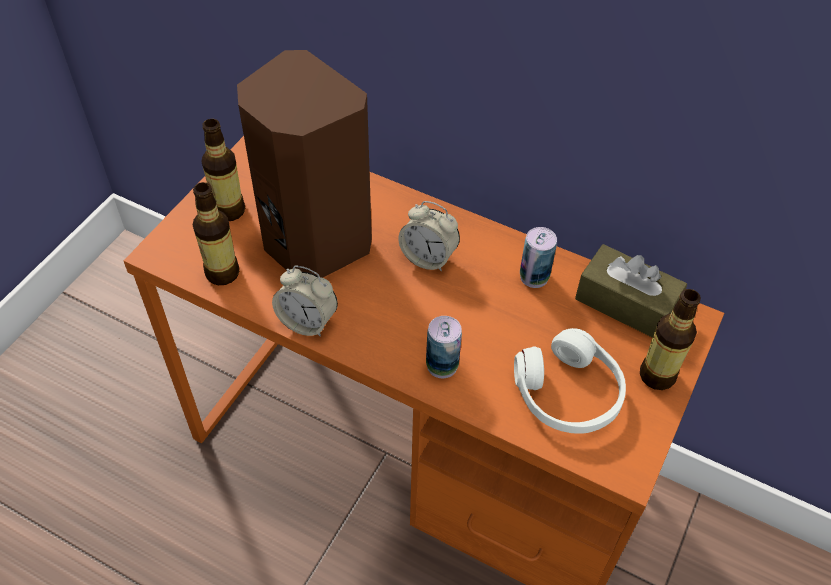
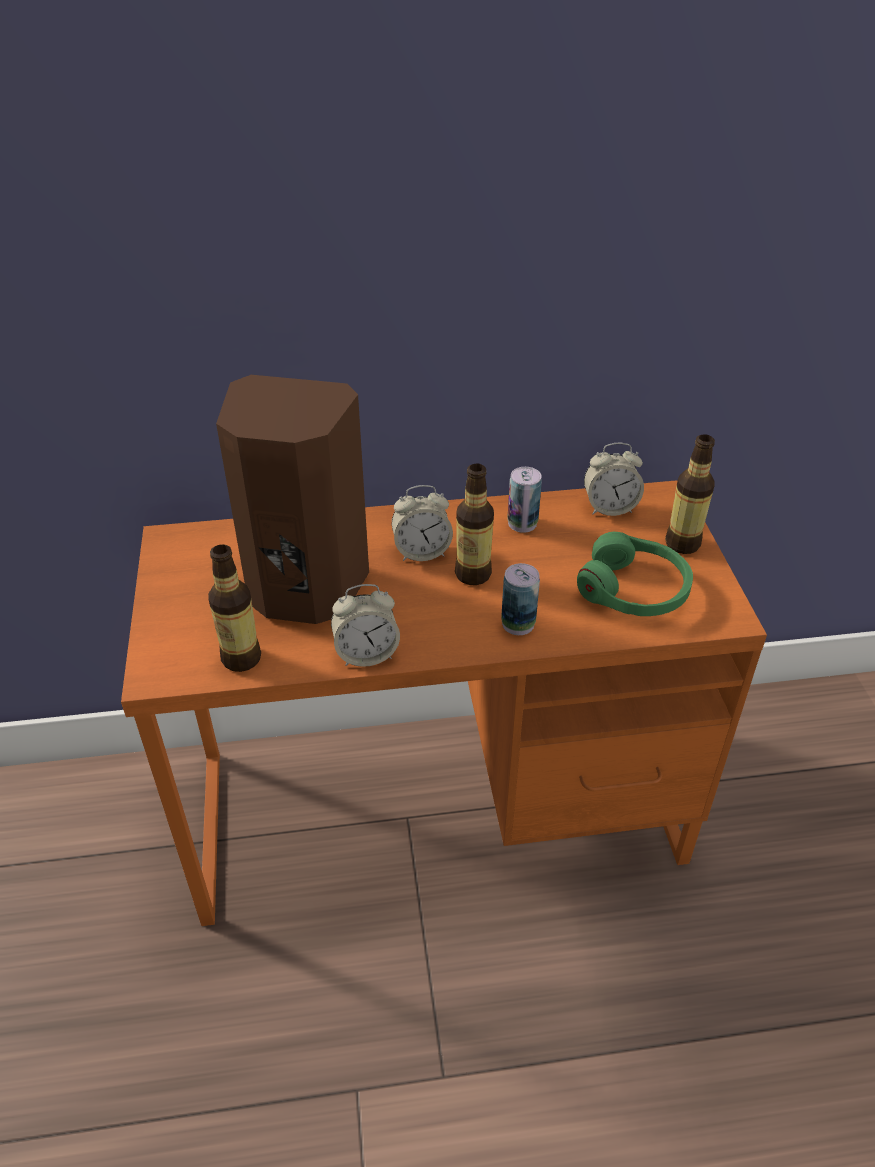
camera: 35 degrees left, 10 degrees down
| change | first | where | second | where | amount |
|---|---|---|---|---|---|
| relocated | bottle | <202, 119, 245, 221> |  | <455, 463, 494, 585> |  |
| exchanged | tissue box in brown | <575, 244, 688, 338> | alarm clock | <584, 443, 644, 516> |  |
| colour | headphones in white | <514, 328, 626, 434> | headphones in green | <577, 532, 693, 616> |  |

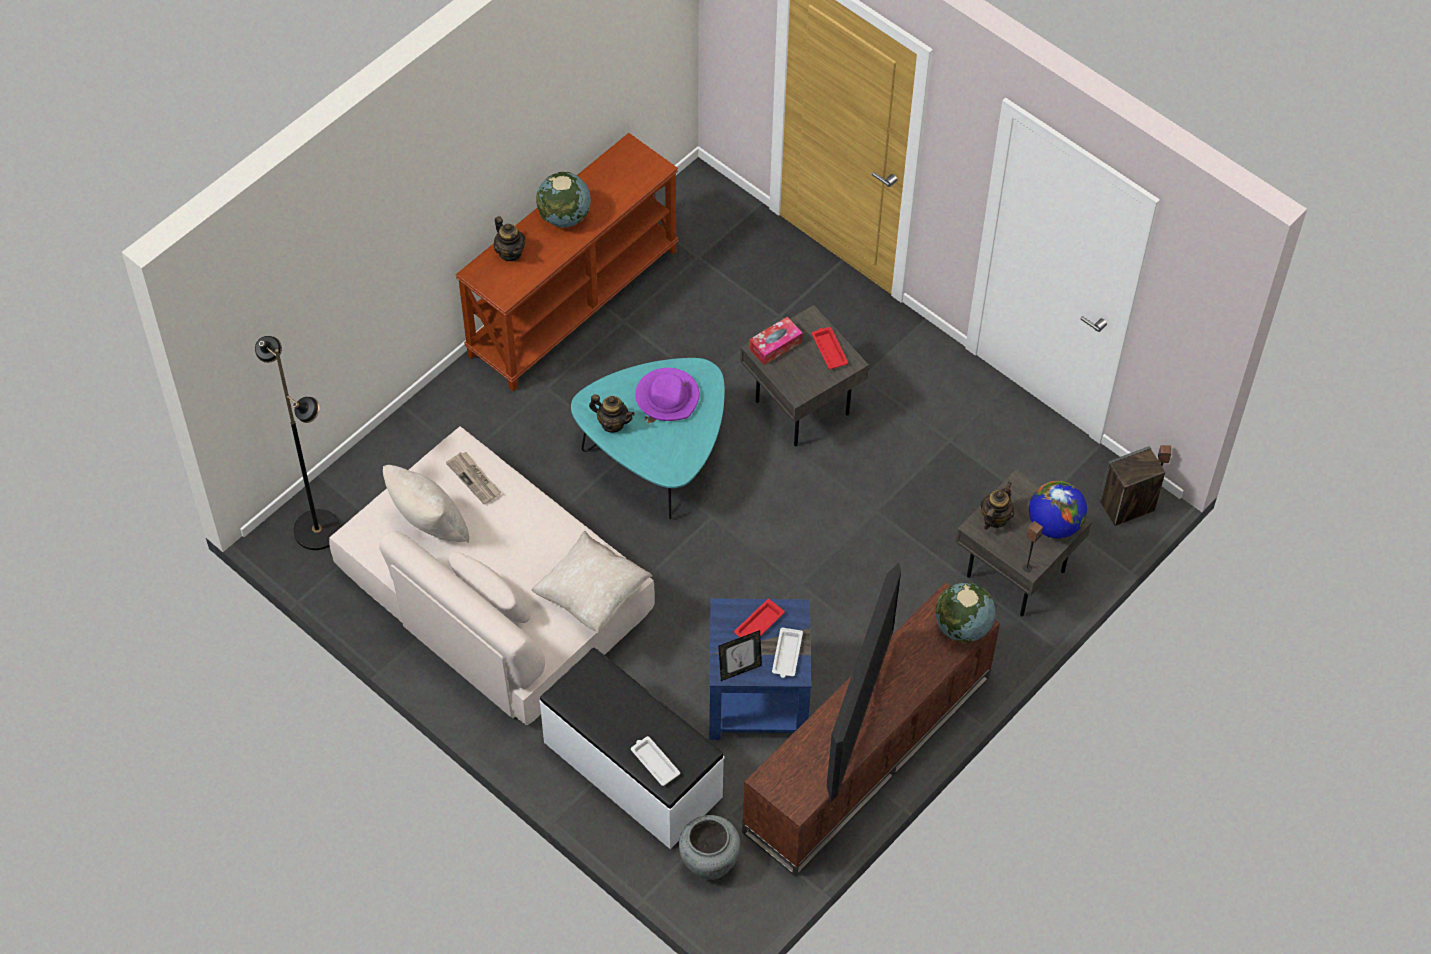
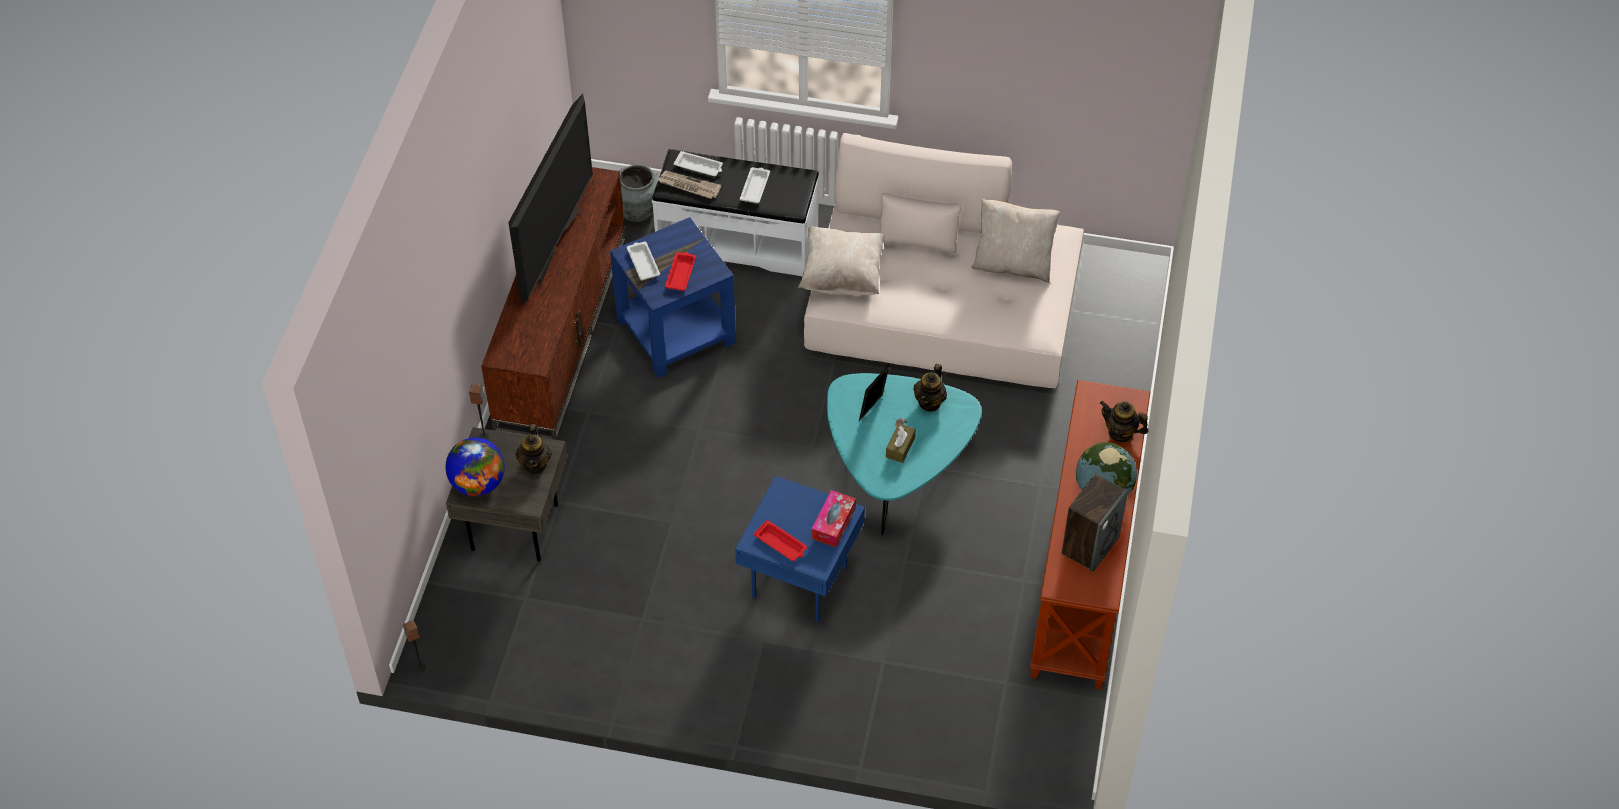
camera: 150 degrees right, 5 degrees down
| change | first | where | second | where | amount |
|---|---|---|---|---|---|
| missing | floor lamp in black | <255, 336, 341, 550> |  |  |  |
| missing | globe | <935, 583, 995, 643> |  |  |  |
| appeared |  |  | tray in white | <740, 167, 770, 203> |  |
| relocated | newspaper | <446, 452, 501, 505> |  | <658, 171, 721, 199> |  |
| relocated | picture frame | <718, 630, 762, 681> |  | <859, 363, 890, 421> |  |
| relocated | speaker | <1099, 446, 1165, 526> |  | <1062, 474, 1128, 572> |  |
| exchanged | hat in purple | <635, 368, 700, 421> | tissue box in brown | <886, 423, 916, 463> |  |
| colour | side table in grey | <740, 305, 869, 446> | side table in blue | <735, 476, 865, 622> |  |
| spun | teapot | <589, 394, 635, 433> |  | <913, 364, 947, 412> | 60 degrees counterclockwise |
| spun | television | <827, 562, 901, 802> |  | <508, 94, 593, 305> | 150 degrees counterclockwise |

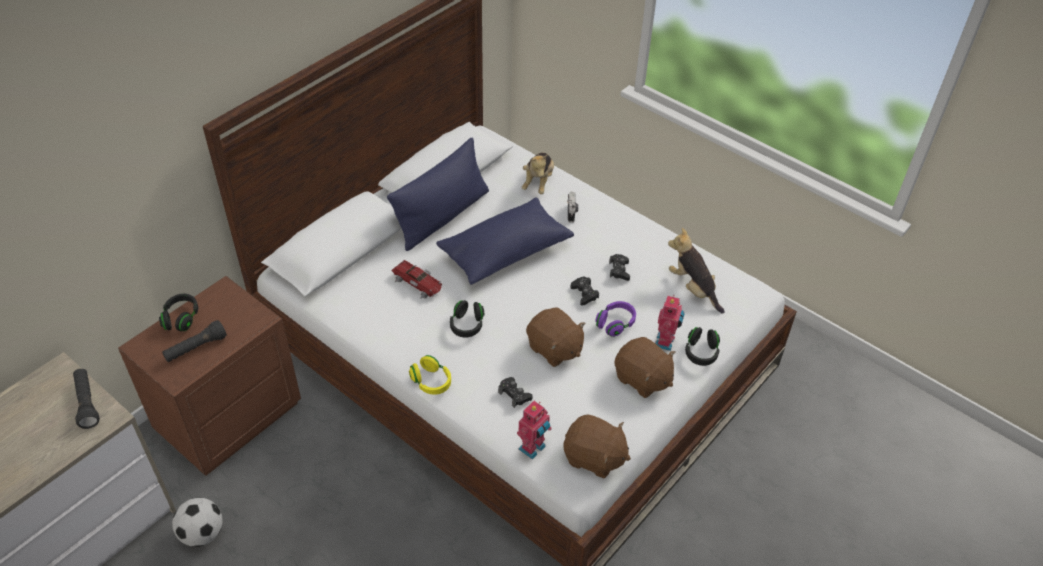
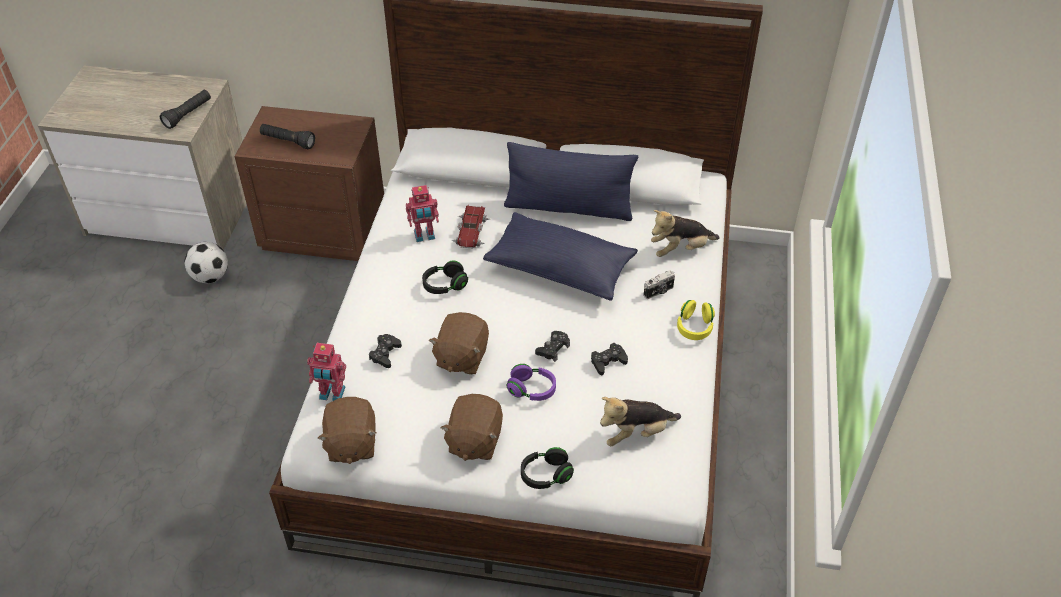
camera: 60 degrees right, 0 degrees up
| change | first | where | second | where | amount |
|---|---|---|---|---|---|
| missing | headphones in black | <159, 294, 198, 331> |  |  |  |
| relocated | headphones in yellow | <409, 355, 451, 395> |  | <677, 300, 715, 340> |  |
| relocated | toy robot | <655, 295, 685, 351> |  | <406, 185, 439, 242> |  |
| spun | plush toy | <668, 228, 725, 314> |  | <600, 397, 681, 446> | 135 degrees counterclockwise |

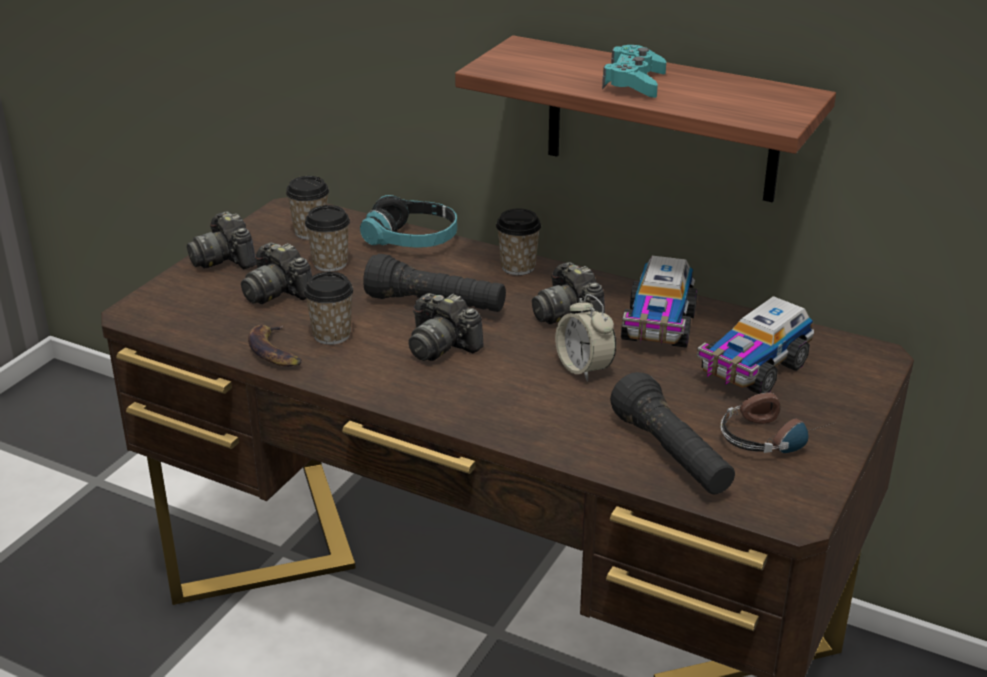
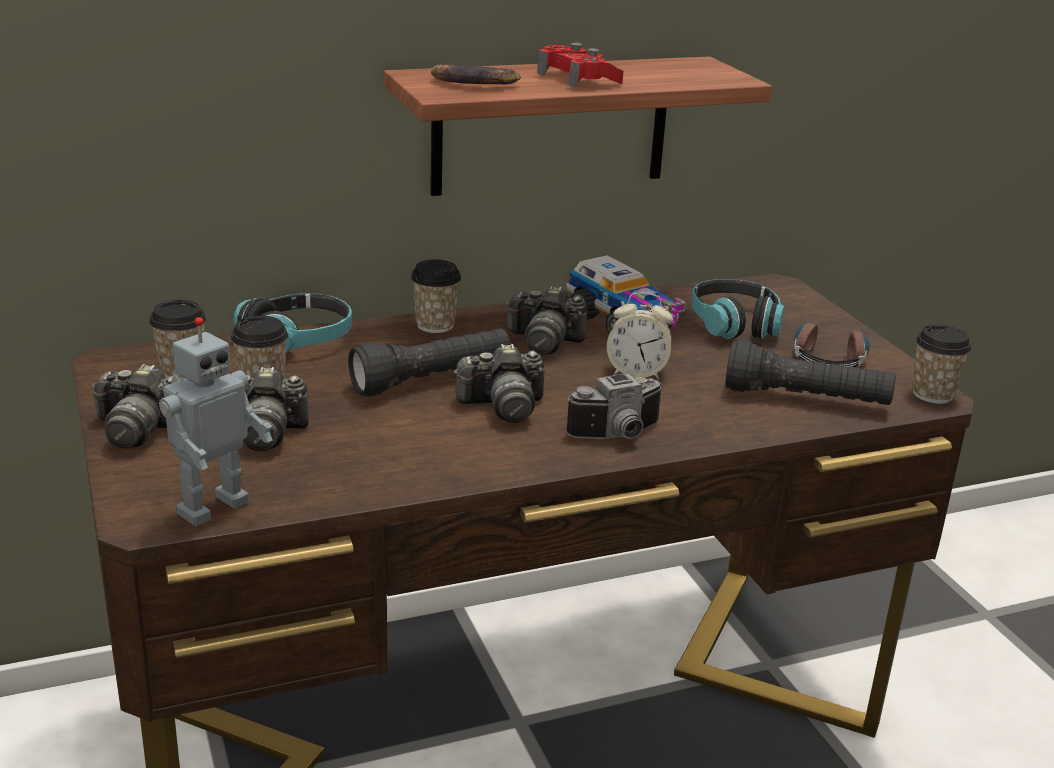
camera: 50 degrees left, 5 degrees down
| change | first | where | second | where | amount |
|---|---|---|---|---|---|
| appeared |  |  | toy robot | <159, 317, 273, 526> |  |
| appeared |  |  | photo camera | <566, 373, 663, 439> |  |
| relocated | banana | <248, 325, 302, 367> |  | <431, 64, 521, 84> |  |
| relocated | cup | <304, 272, 353, 345> |  | <912, 324, 972, 404> |  |
| exchanged | toy truck | <697, 296, 814, 394> | headphones | <691, 279, 784, 339> |  |
| colour | game controller in turquoise | <602, 45, 666, 98> | game controller in red | <537, 43, 623, 88> |  |

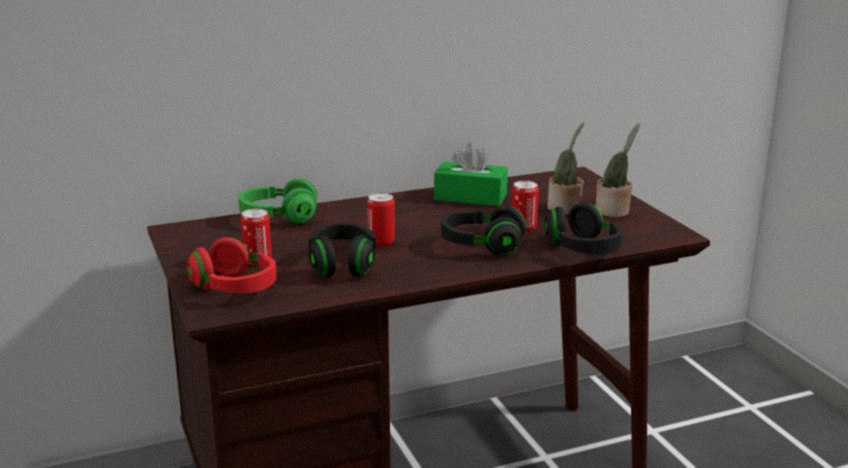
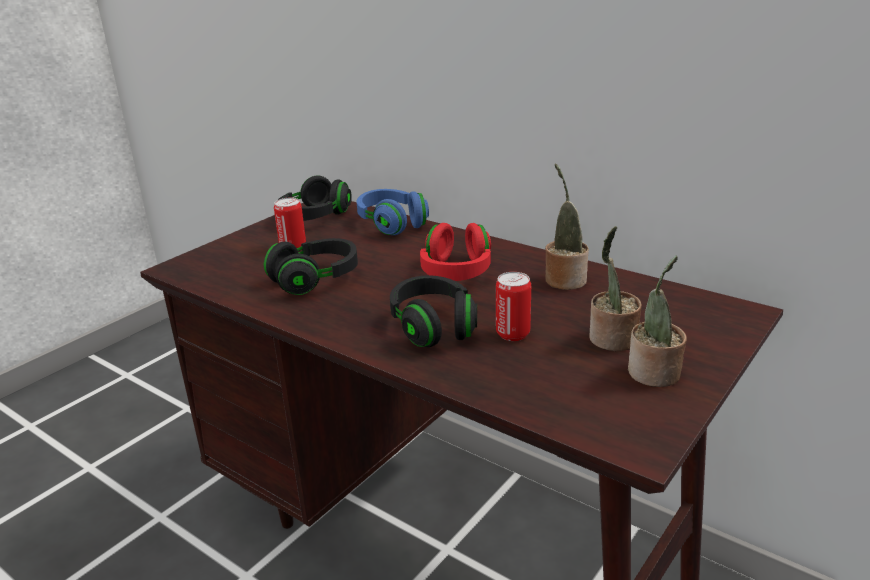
camera: 60 degrees right, 5 degrees up
| change | first | where | second | where | amount |
|---|---|---|---|---|---|
| missing | can | <367, 193, 395, 247> |  |  |  |
| relocated | headphones in red | <186, 237, 277, 293> |  | <420, 223, 491, 281> |  |
| relocated | headphones in black | <544, 202, 623, 255> |  | <278, 175, 352, 221> |  |
| exchanged | tissue box in green | <434, 143, 508, 206> | potted plant | <545, 164, 589, 290> |  |
| colour | headphones in green | <238, 178, 317, 224> | headphones in blue | <357, 189, 429, 235> |  |

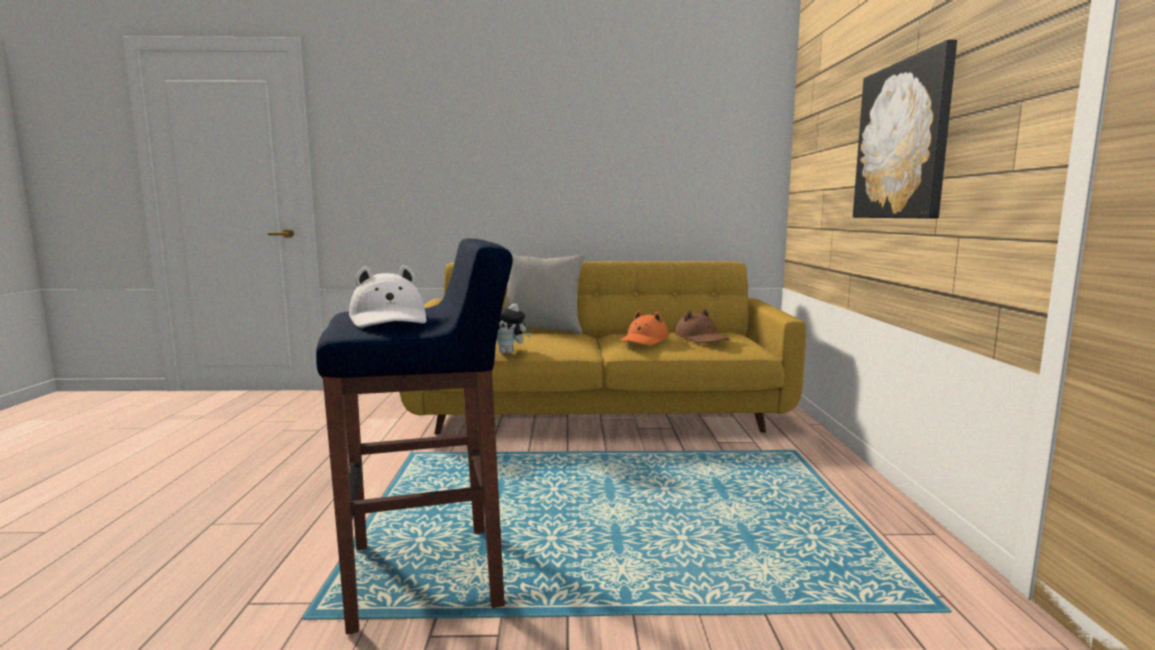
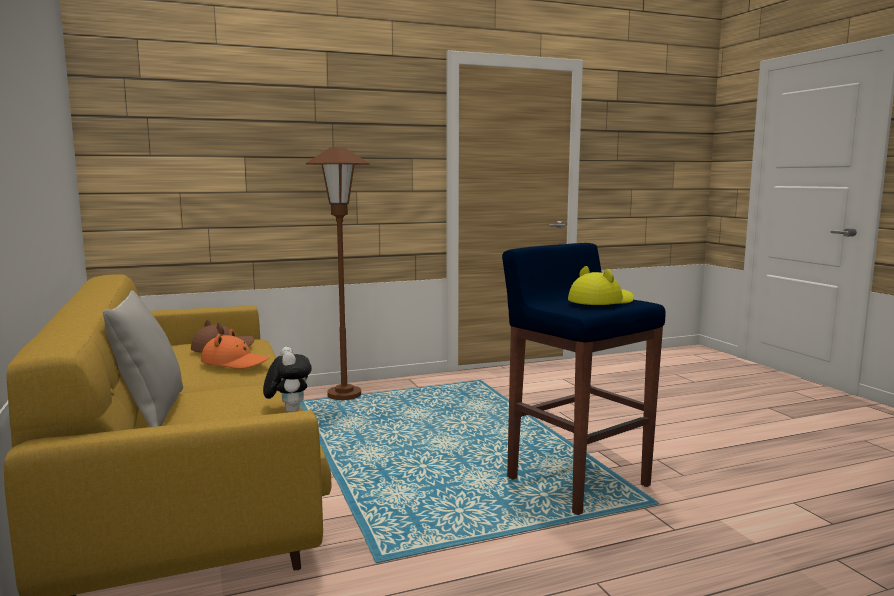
camera: 110 degrees left, 0 degrees up
| change | first | where | second | where | amount |
|---|---|---|---|---|---|
| missing | picture | <853, 40, 957, 219> |  |  |  |
| appeared |  |  | floor lamp in brown | <306, 147, 370, 400> |  |
| colour | hat in white | <349, 265, 427, 328> | hat in yellow | <568, 266, 634, 305> |  |

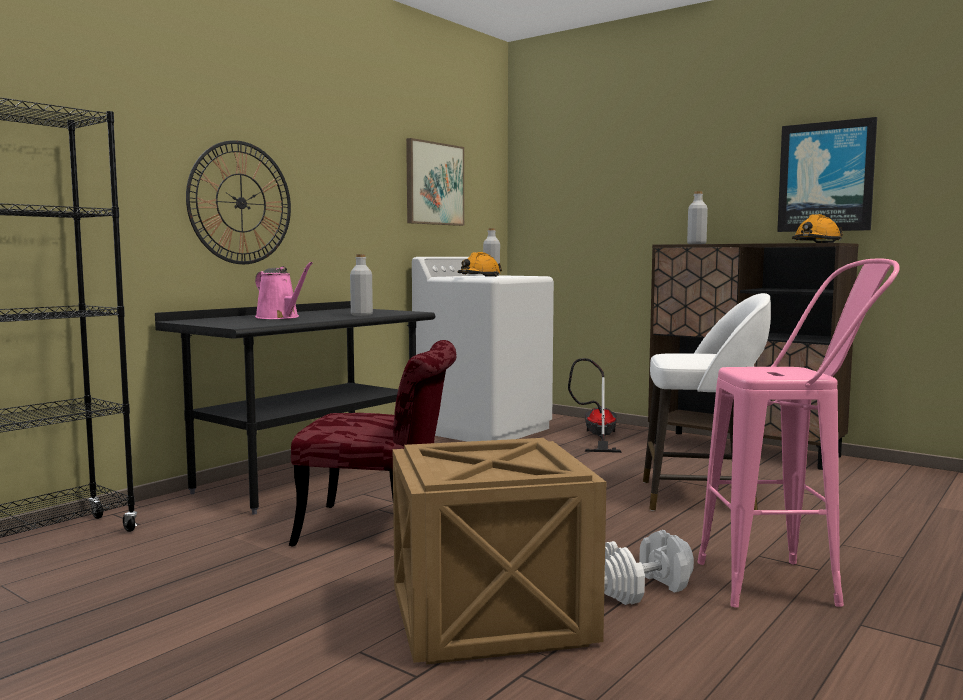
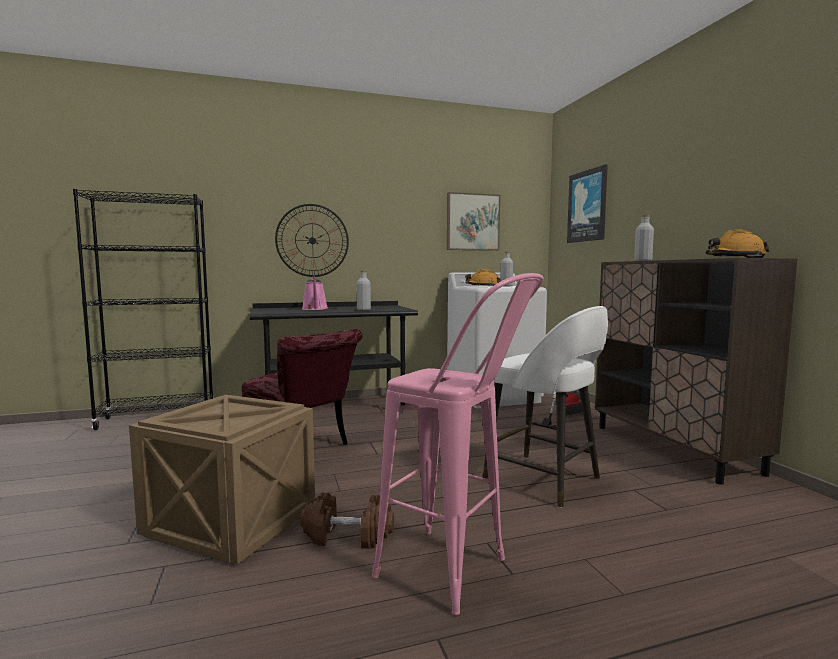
camera: 35 degrees right, 0 degrees up
| change | first | where | second | where | amount |
|---|---|---|---|---|---|
| relocated | picture | <777, 117, 877, 232> |  | <567, 164, 608, 243> |  |
| colour | dumbbell in white | <604, 530, 694, 605> | dumbbell in brown | <300, 492, 394, 549> |  |

